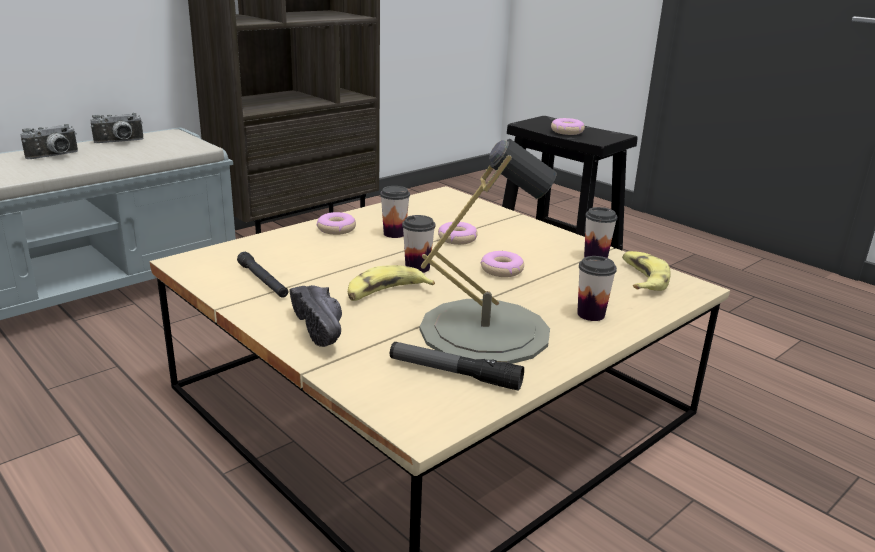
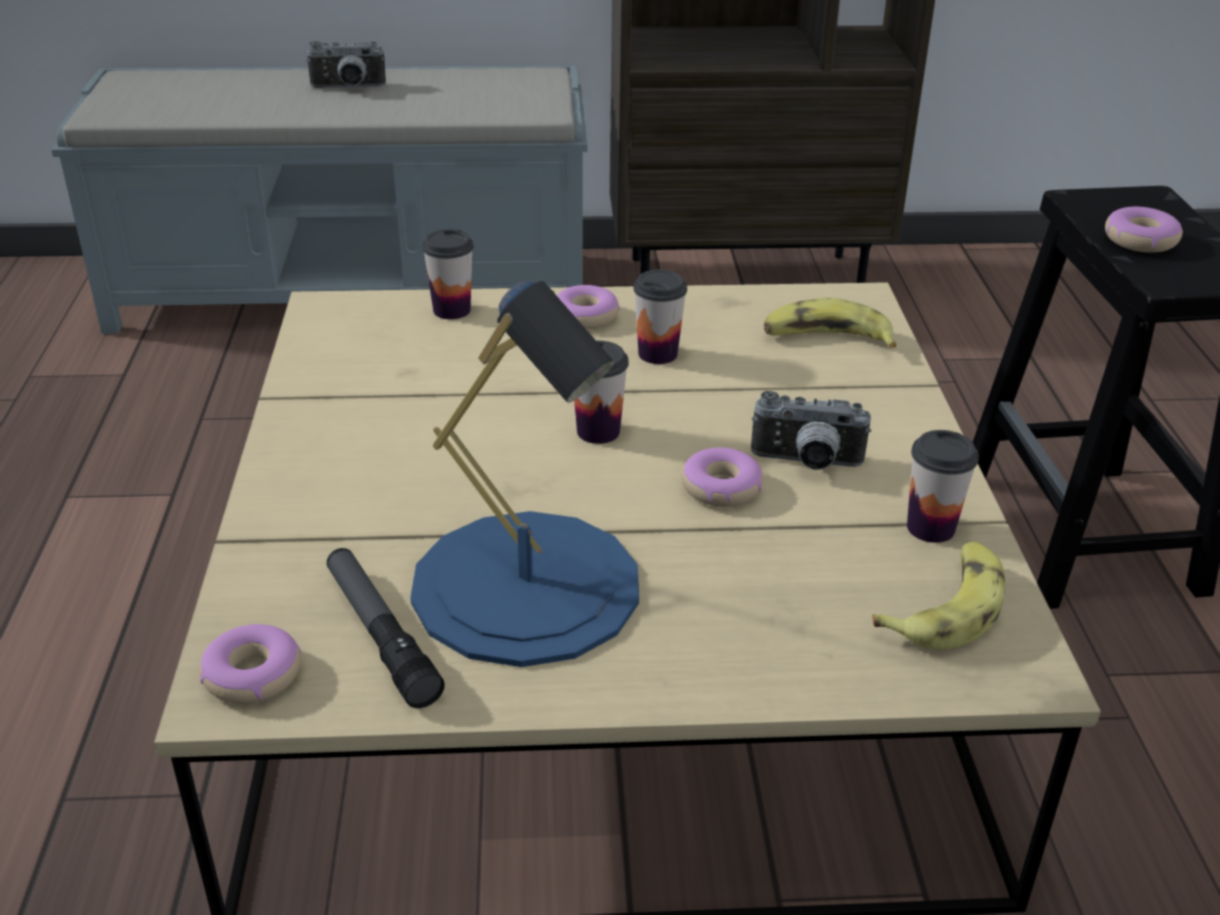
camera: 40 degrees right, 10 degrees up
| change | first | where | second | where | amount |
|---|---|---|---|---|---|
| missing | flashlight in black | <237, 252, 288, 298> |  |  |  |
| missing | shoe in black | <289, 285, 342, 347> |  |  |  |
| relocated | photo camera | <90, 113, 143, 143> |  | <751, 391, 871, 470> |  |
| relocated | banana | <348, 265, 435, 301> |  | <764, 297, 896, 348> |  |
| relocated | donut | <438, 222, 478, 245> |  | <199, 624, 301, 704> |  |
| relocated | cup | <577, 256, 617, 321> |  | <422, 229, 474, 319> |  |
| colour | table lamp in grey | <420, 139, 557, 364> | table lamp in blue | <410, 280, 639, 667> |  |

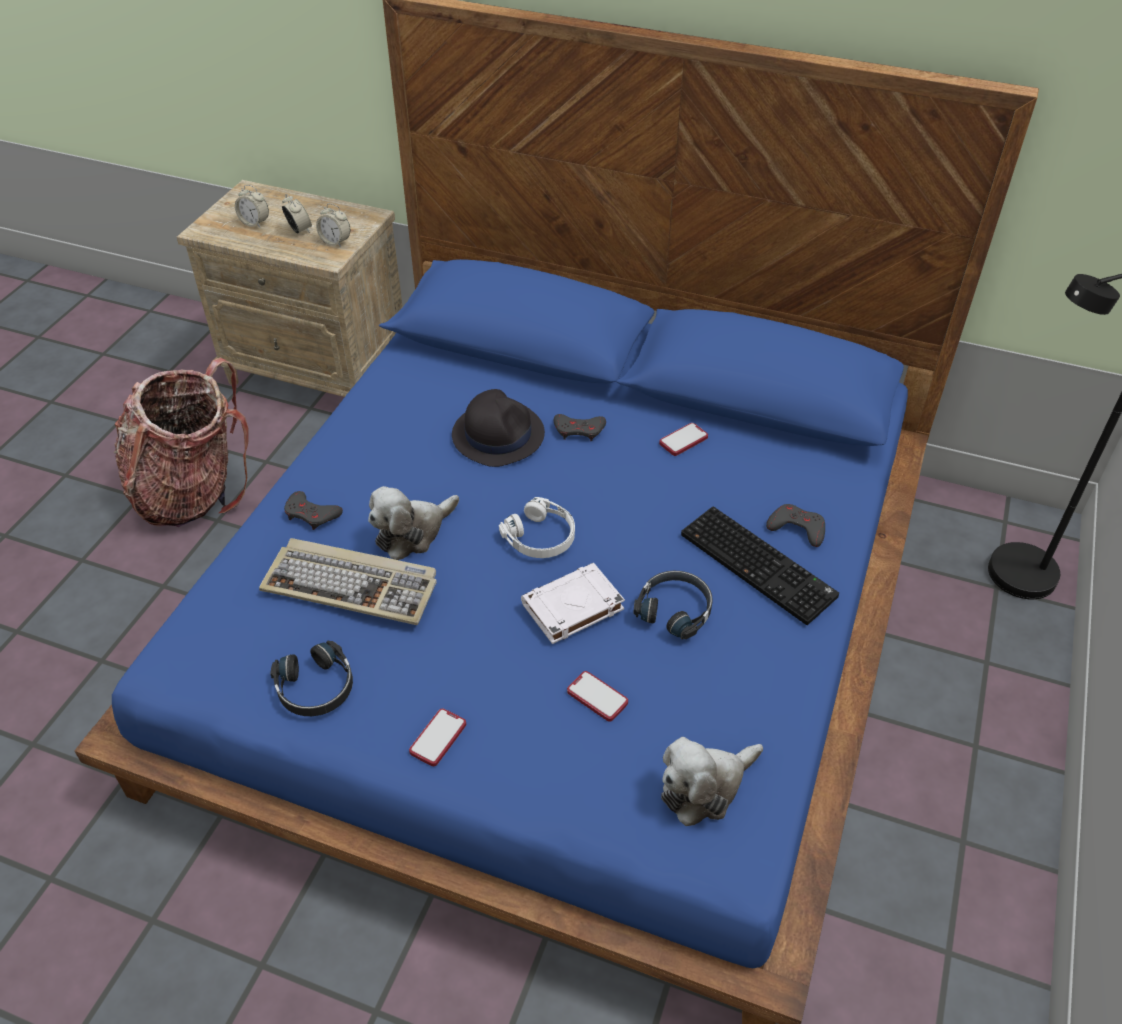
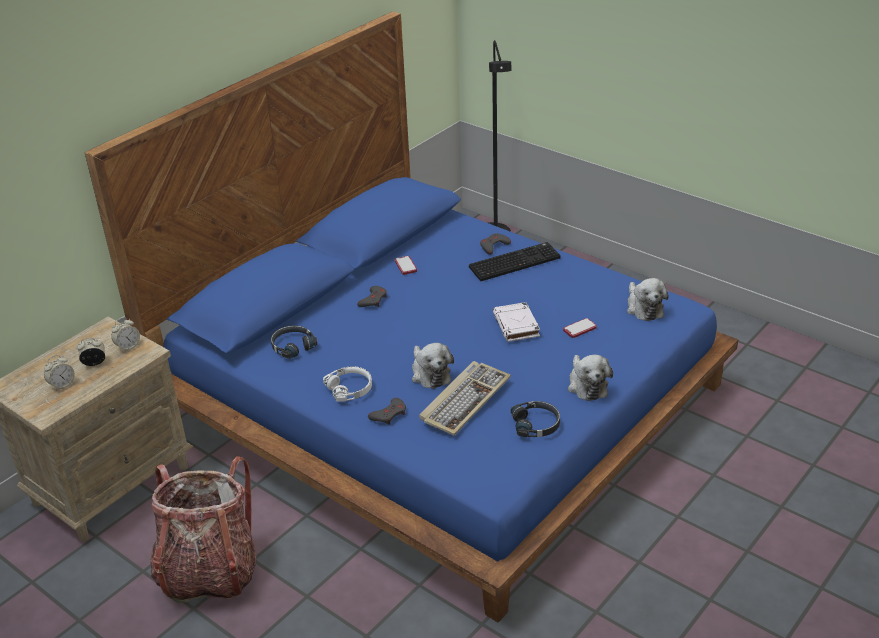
camera: 70 degrees left, 10 degrees down
| change | first | where | second | where | amount |
|---|---|---|---|---|---|
| missing | hat in black | <452, 389, 545, 467> |  |  |  |
| relocated | headphones in white | <499, 497, 575, 558> |  | <323, 366, 372, 402> |  |
| relocated | headphones in black | <634, 571, 712, 640> |  | <271, 326, 317, 359> |  |
| exchanged | phone | <409, 708, 466, 766> | plush toy | <568, 355, 613, 401> |  |

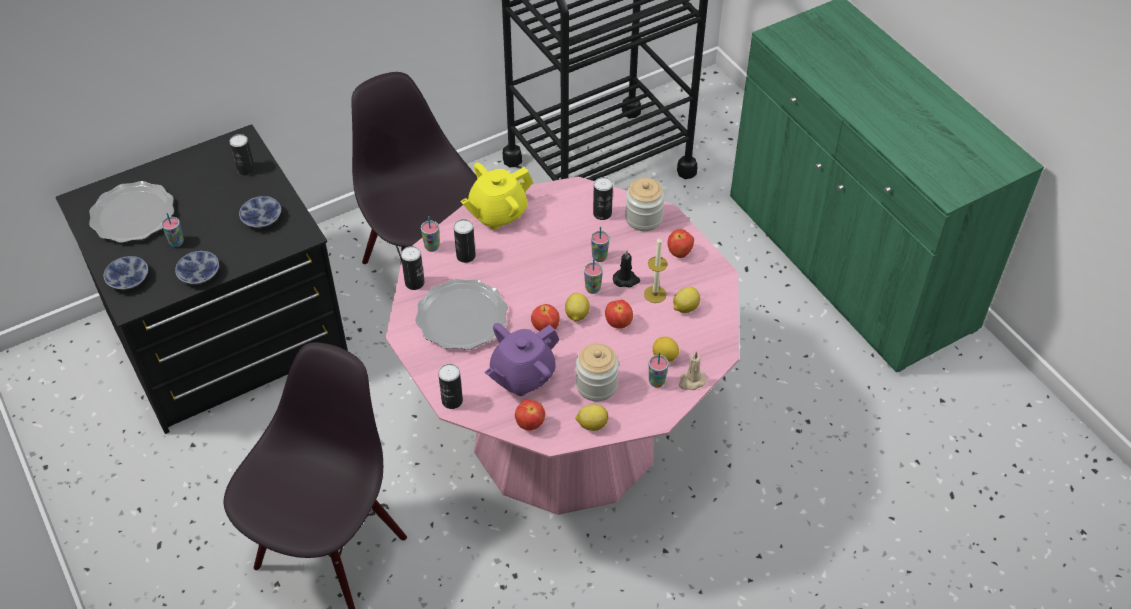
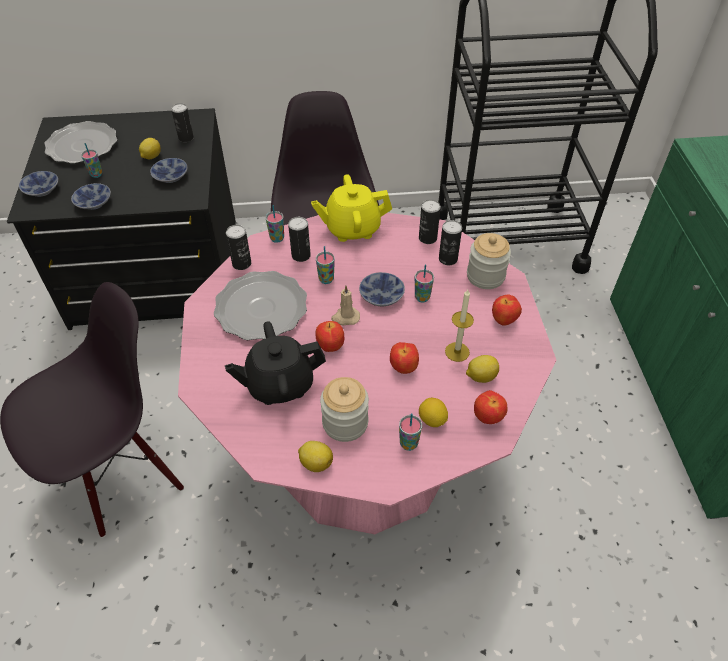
camera: 25 degrees right, 0 degrees up
| change | first | where | second | where | amount |
|---|---|---|---|---|---|
| missing | candle in black | <613, 251, 640, 287> |  |  |  |
| appeared |  |  | bowl | <359, 272, 405, 306> |  |
| relocated | can | <438, 364, 463, 409> |  | <419, 199, 441, 244> |  |
| relocated | apple | <515, 400, 545, 430> |  | <474, 390, 507, 424> |  |
| relocated | lemon | <565, 293, 590, 322> |  | <139, 138, 161, 159> |  |
| relocated | cup | <584, 258, 603, 294> |  | <316, 246, 335, 284> |  |
| relocated | candle in beige | <679, 352, 706, 390> |  | <331, 285, 360, 326> |  |
| colour | teapot in purple | <485, 323, 559, 396> | teapot in black | <225, 321, 326, 405> |  |

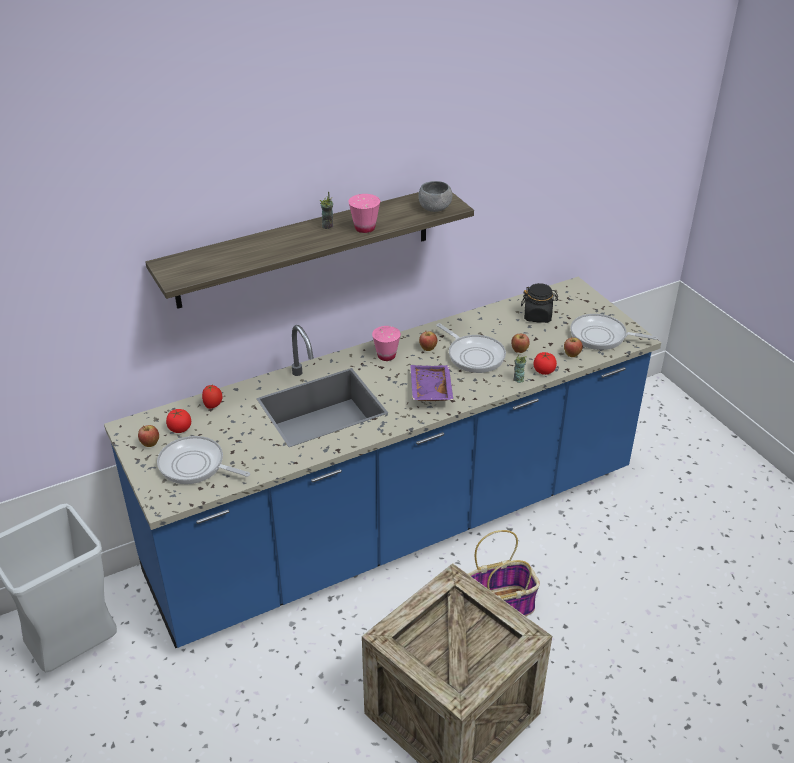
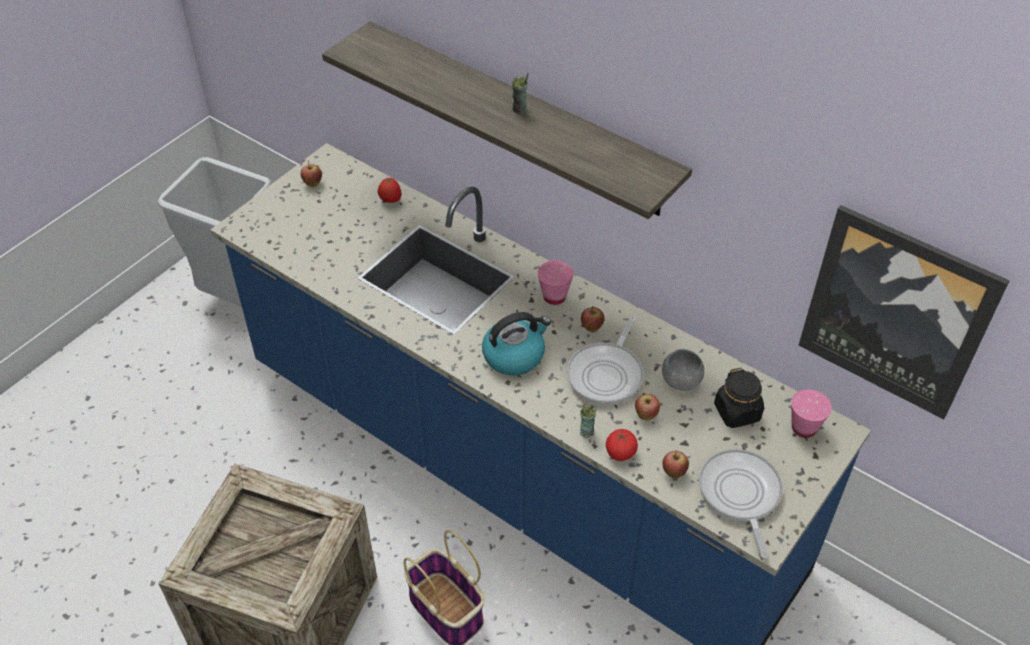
camera: 65 degrees right, 10 degrees up
| change | first | where | second | where | amount |
|---|---|---|---|---|---|
| missing | frying pan | <157, 436, 250, 484> |  |  |  |
| missing | tomato | <166, 409, 191, 433> |  |  |  |
| appeared |  |  | picture | <798, 205, 1010, 419> |  |
| relocated | cup in pink | <348, 194, 380, 233> |  | <791, 389, 832, 438> |  |
| relocated | bowl in grey | <418, 181, 452, 212> |  | <662, 349, 704, 391> |  |
| exchanged | tray in purple | <410, 365, 453, 401> | kettle | <482, 312, 551, 376> |  |

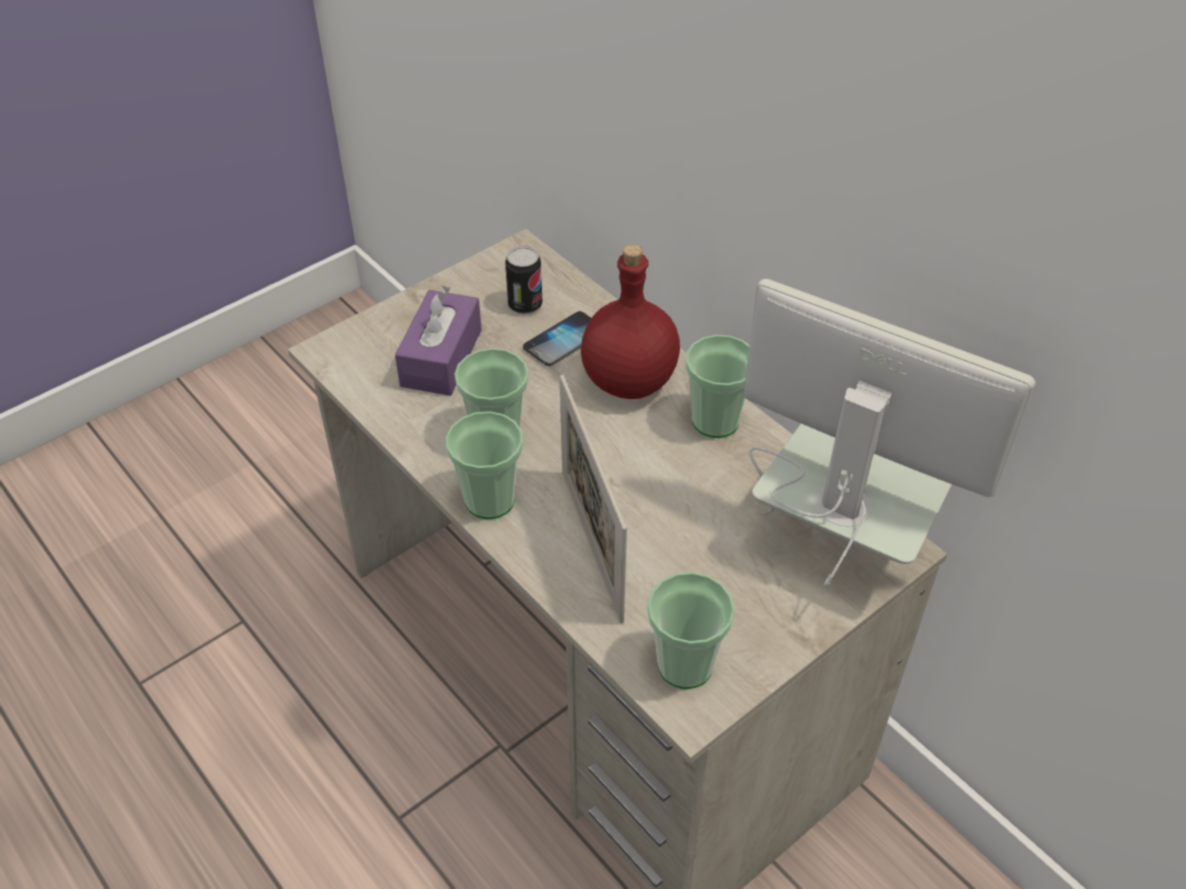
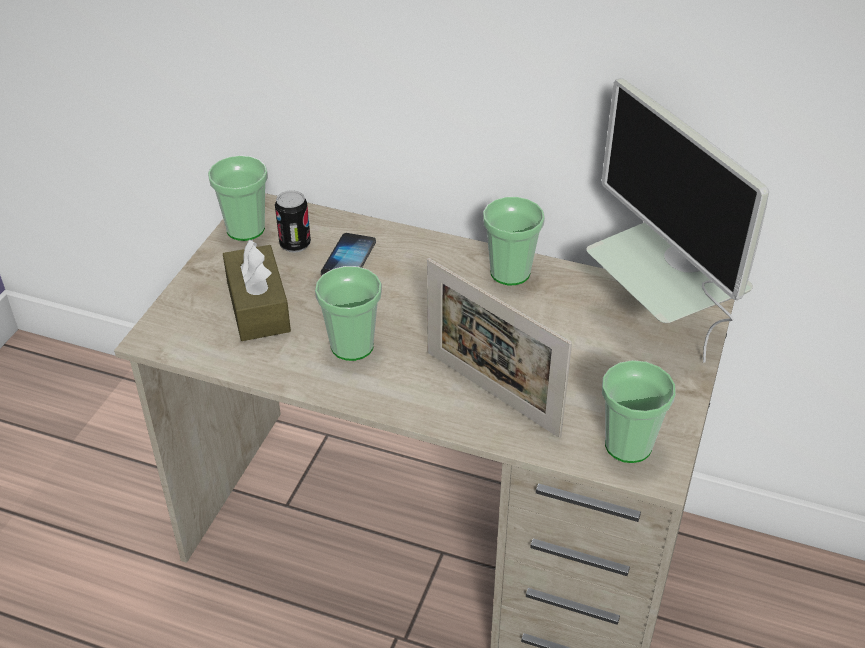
camera: 30 degrees left, 5 degrees down
| change | first | where | second | where | amount |
|---|---|---|---|---|---|
| missing | bottle in red | <581, 244, 680, 399> |  |  |  |
| relocated | cup | <446, 411, 523, 519> |  | <208, 155, 268, 241> |  |
| colour | tissue box in purple | <395, 286, 482, 396> | tissue box in brown | <223, 240, 291, 341> |  |
| spun | monitor | <744, 279, 1036, 588> |  | <586, 78, 769, 362> | 120 degrees counterclockwise |

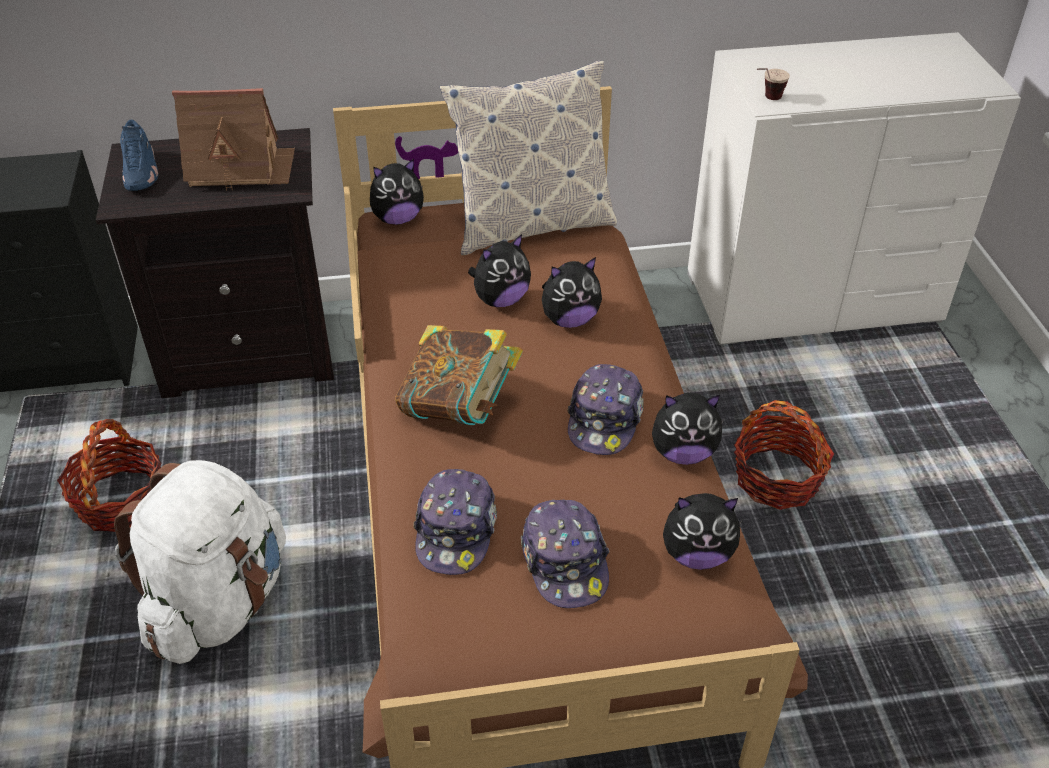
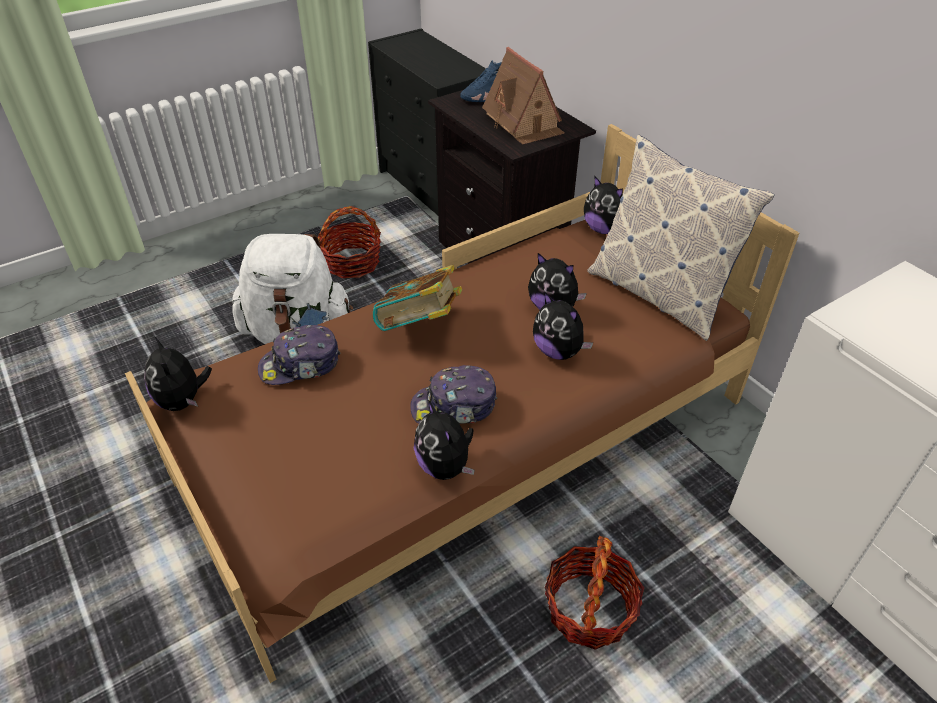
camera: 65 degrees right, 0 degrees up
| change | first | where | second | where | amount |
|---|---|---|---|---|---|
| missing | cap | <521, 500, 609, 608> |  |  |  |
| missing | cup | <757, 68, 790, 100> |  |  |  |
| relocated | plush toy | <663, 493, 742, 570> |  | <144, 336, 212, 411> |  |

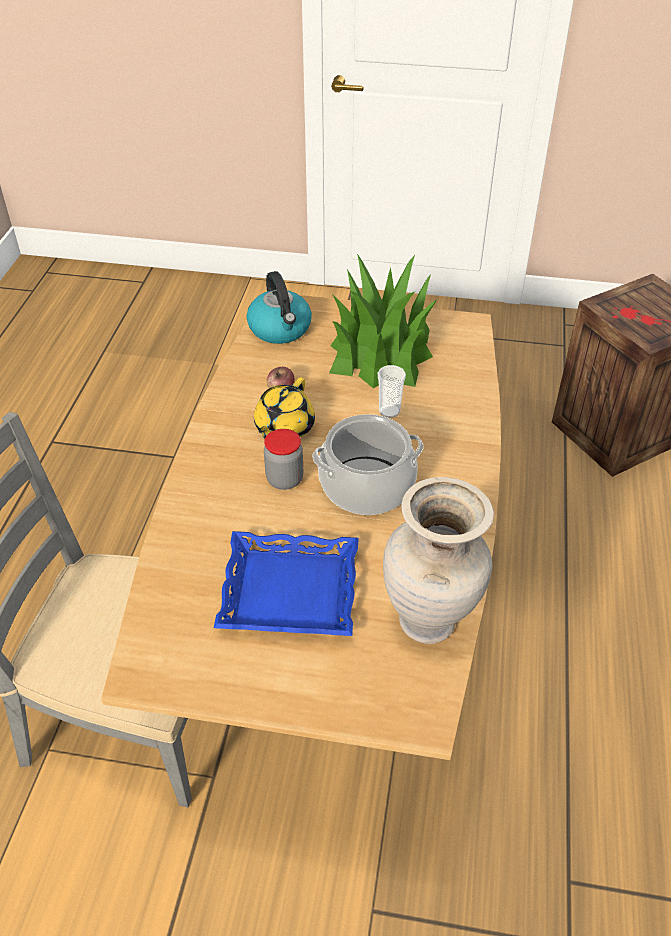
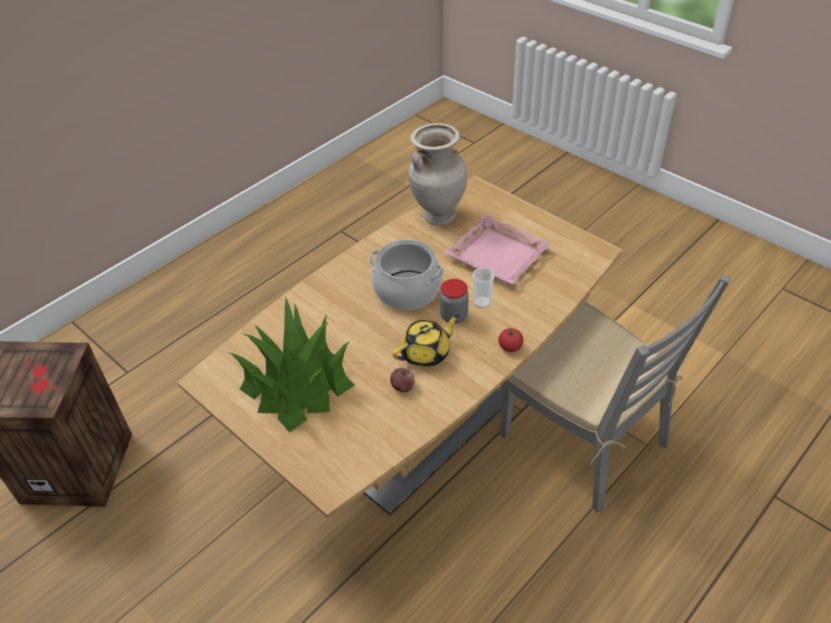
camera: 145 degrees left, 0 degrees up
| change | first | where | second | where | amount |
|---|---|---|---|---|---|
| missing | kettle | <247, 271, 312, 344> |  |  |  |
| appeared |  |  | tomato | <498, 328, 524, 352> |  |
| relocated | cup | <378, 365, 406, 418> |  | <472, 268, 495, 308> |  |
| colour | tray in blue | <214, 531, 359, 636> | tray in pink | <444, 214, 552, 284> |  |

